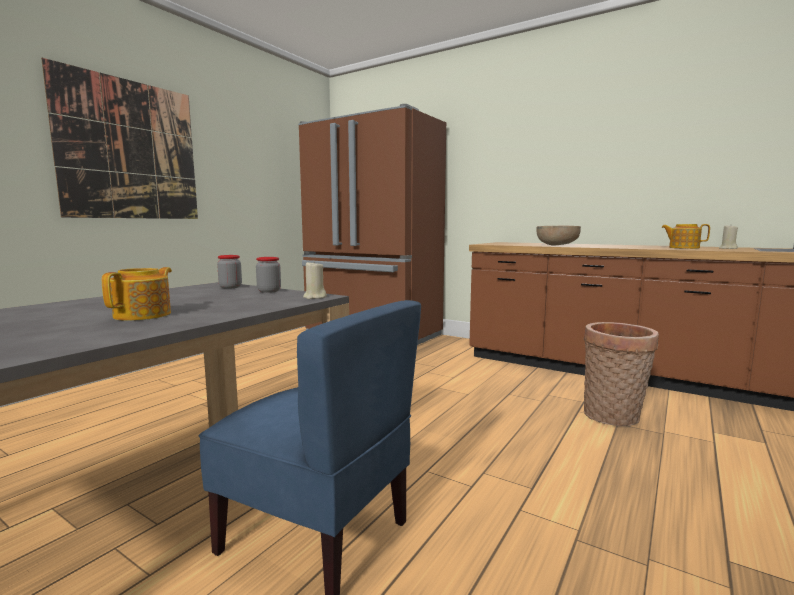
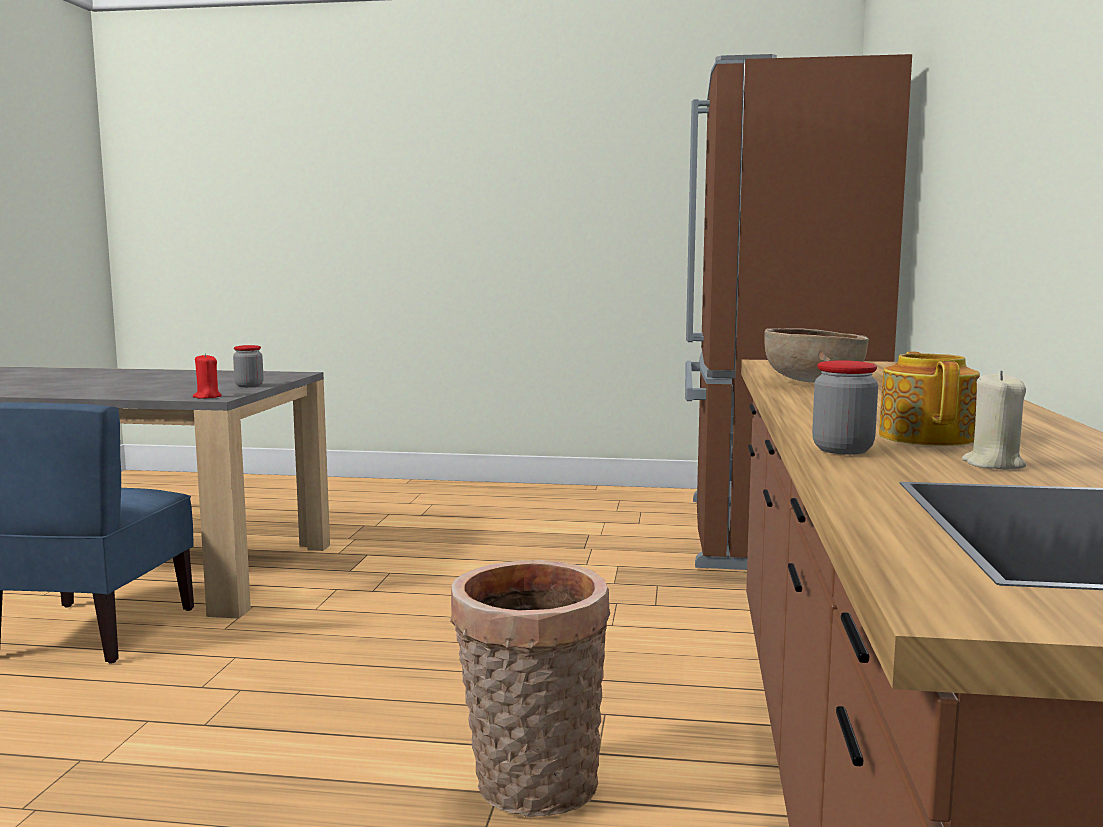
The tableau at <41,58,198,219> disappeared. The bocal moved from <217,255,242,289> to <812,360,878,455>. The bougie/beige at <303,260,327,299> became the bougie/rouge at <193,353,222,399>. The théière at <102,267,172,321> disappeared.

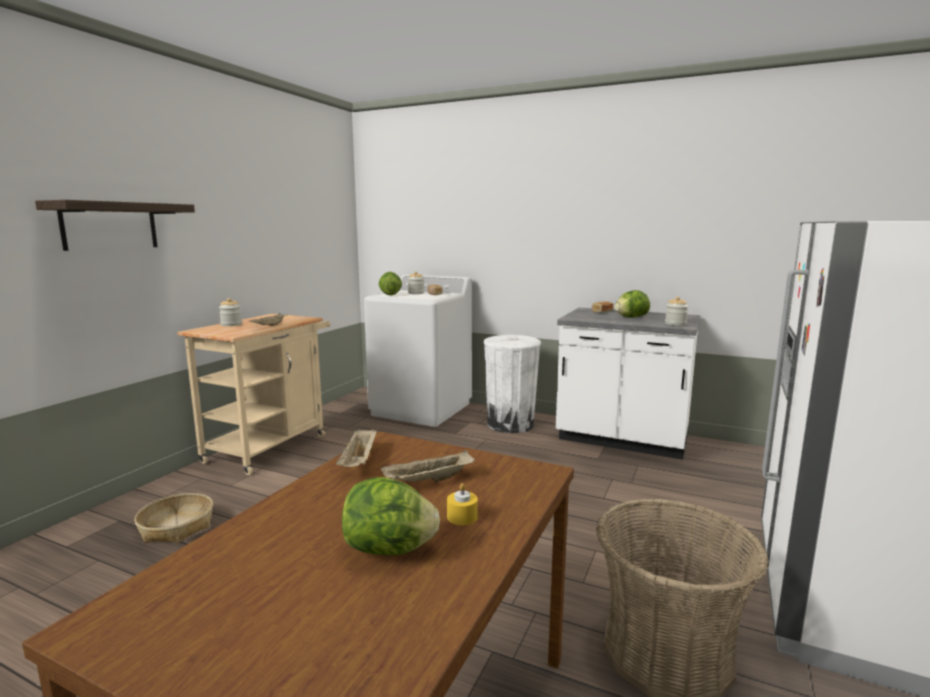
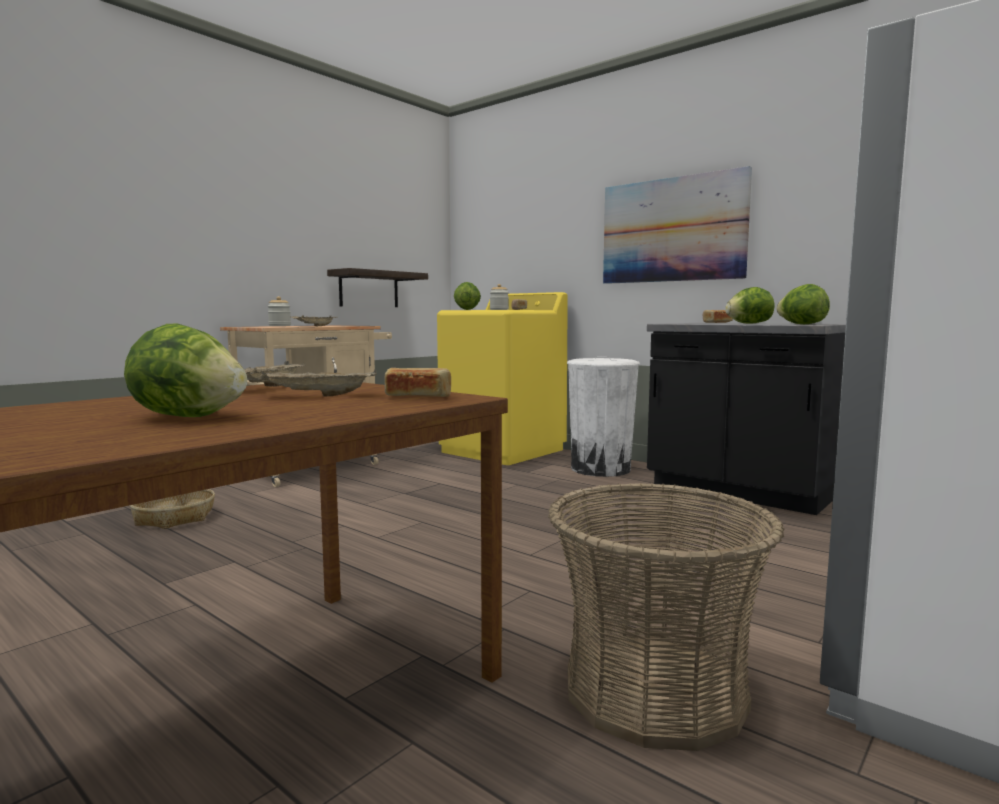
The étagère moved from <35,200,195,251> to <327,268,428,307>. The lave-linge/blanc at <364,274,472,427> became the lave-linge/jaune at <437,292,568,465>. The bocal at <665,297,688,326> was replaced by the laitue at <776,284,830,324>. The comptoir de cuisine/blanc at <556,308,701,460> became the comptoir de cuisine/noir at <647,323,846,515>. The bougie/jaune at <447,483,478,525> disappeared. The tableau at <603,166,752,284> appeared. The pain at <384,368,451,397> appeared.

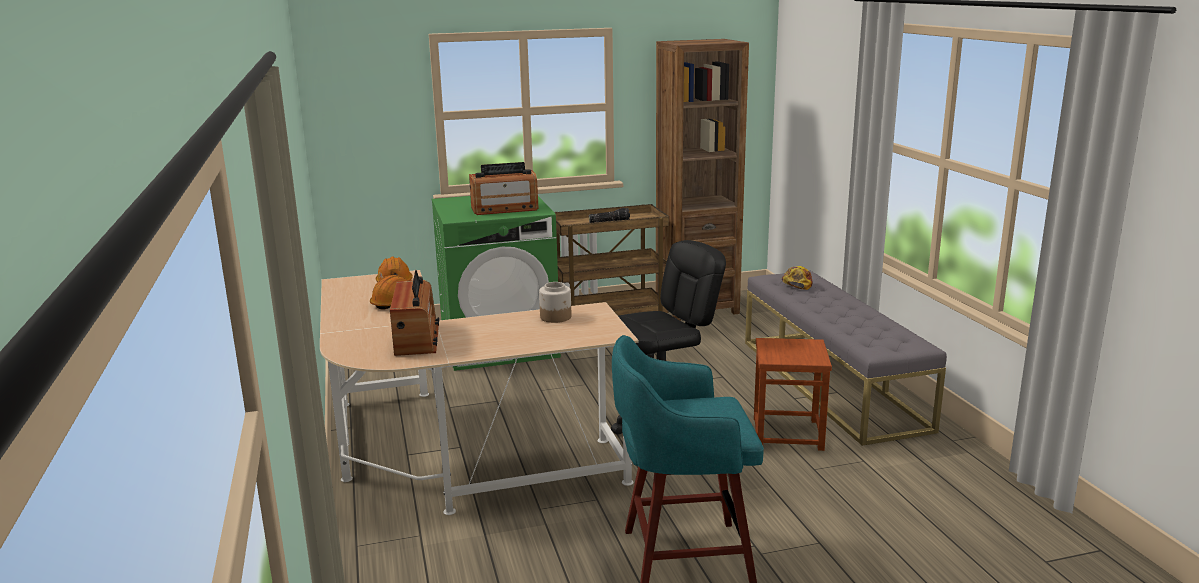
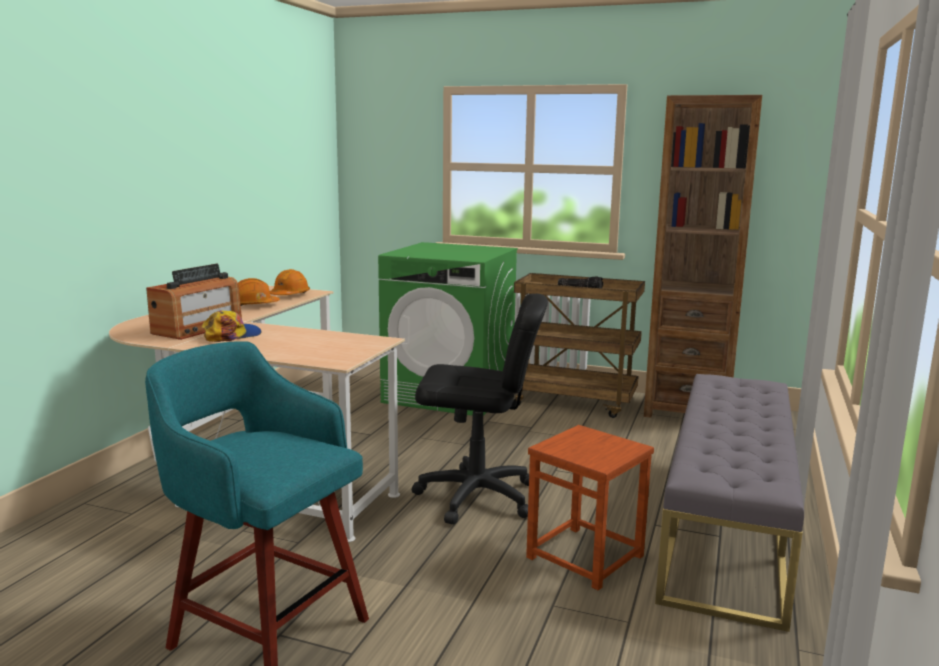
The radio at <469,162,539,215> disappeared. The casquette moved from <782,266,813,290> to <201,310,261,342>. The bocal at <539,282,571,323> disappeared.

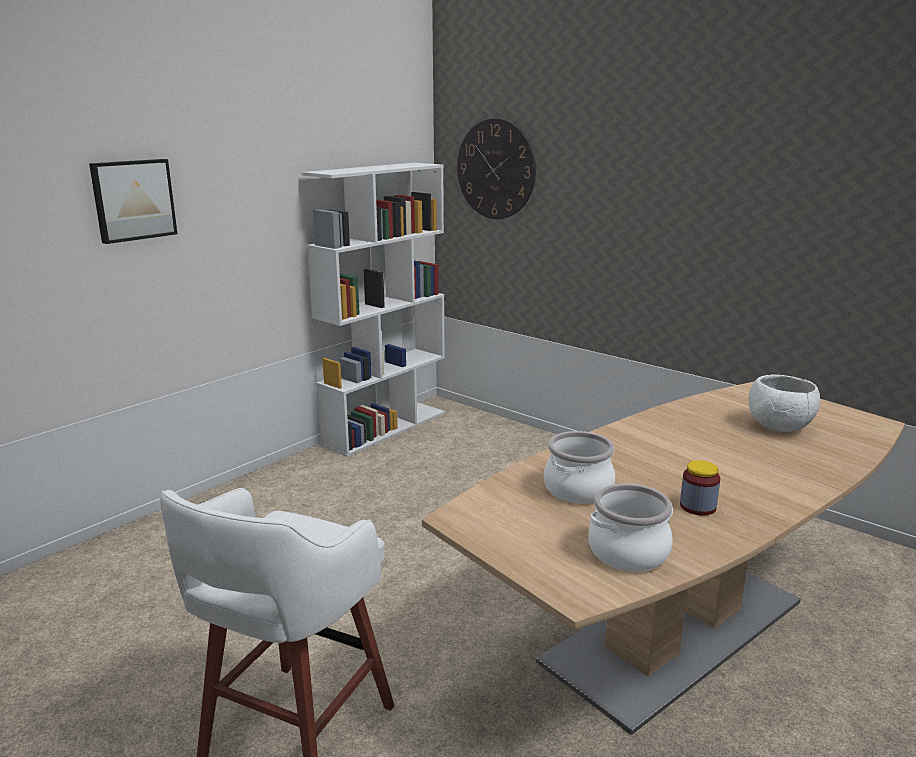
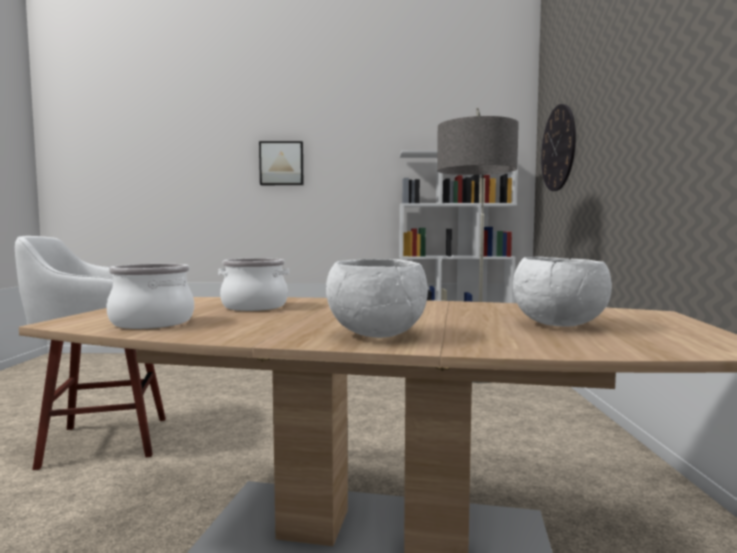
The bocal at <680,460,720,515> disappeared. The lampadaire at <437,108,519,383> appeared. The bol/blanc at <326,259,428,338> appeared.

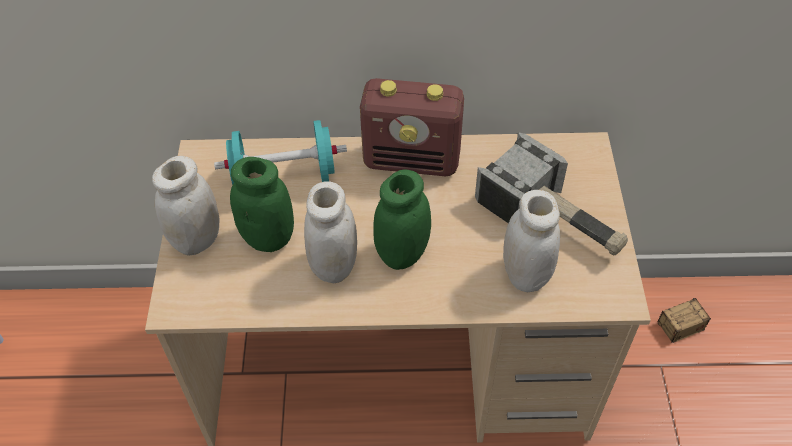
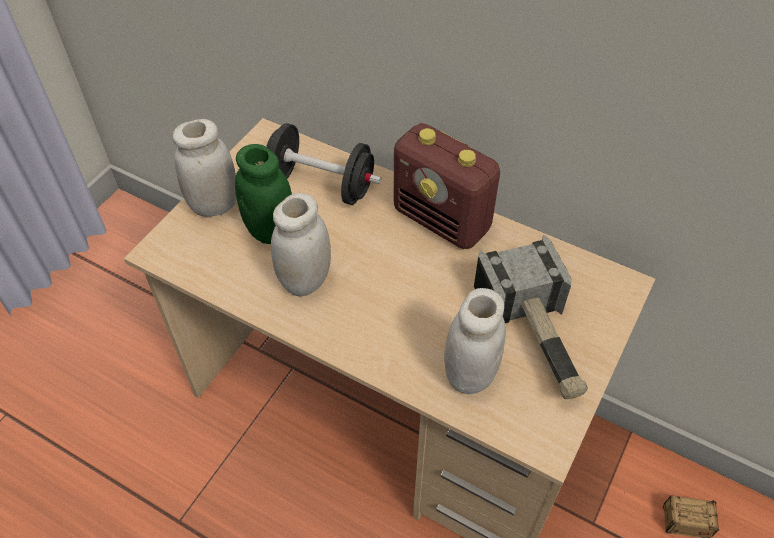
The haltère/turquoise at <214,120,347,185> became the haltère/noir at <263,123,381,205>. The bocal/vert at <373,170,431,270> disappeared.

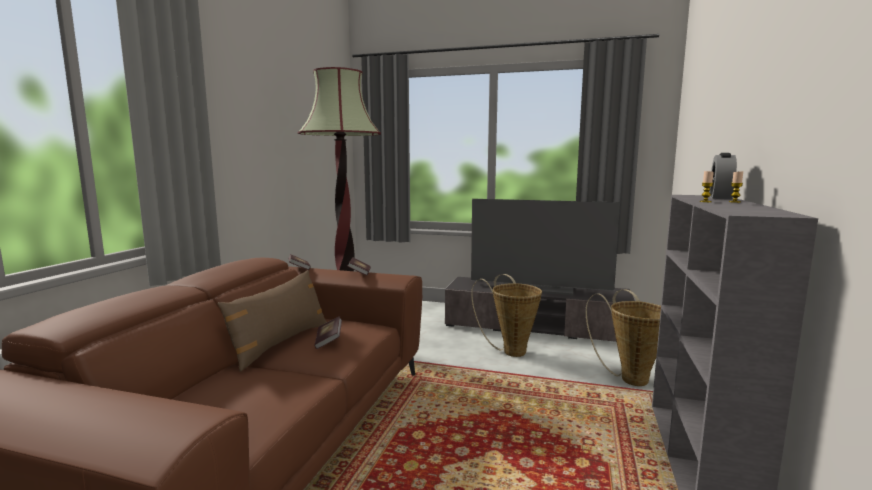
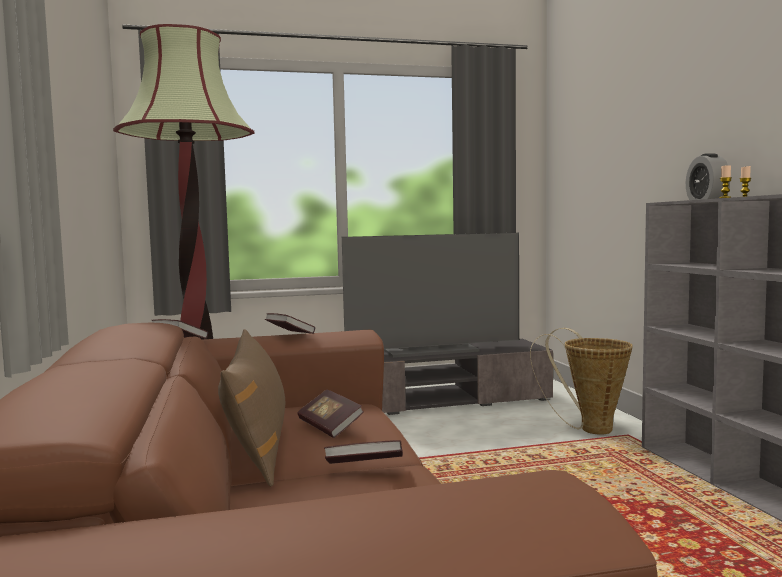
The panier at <471,274,542,357> disappeared. The livre at <324,440,403,464> appeared.

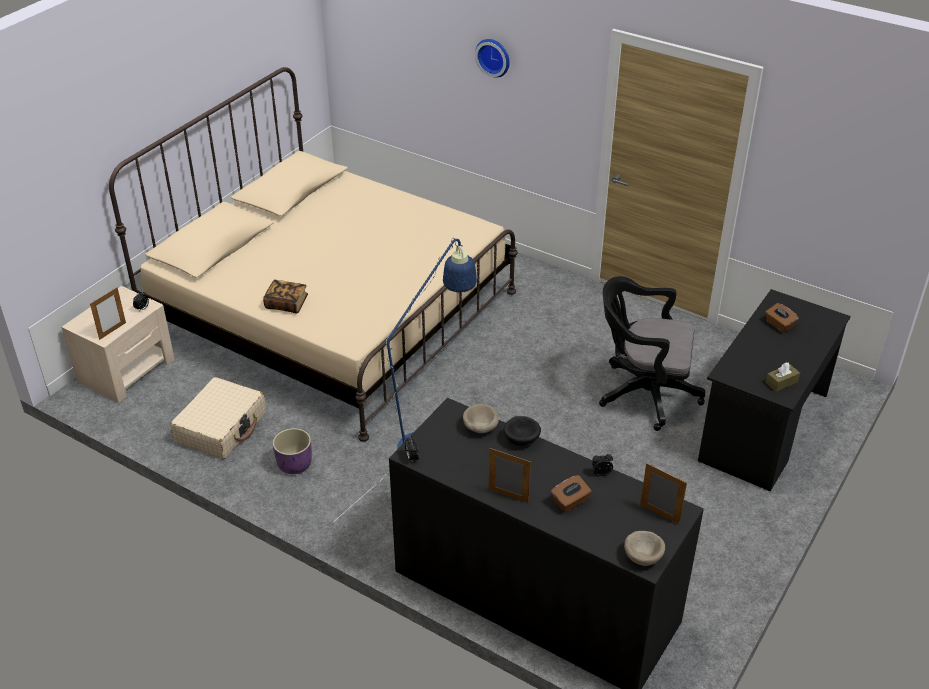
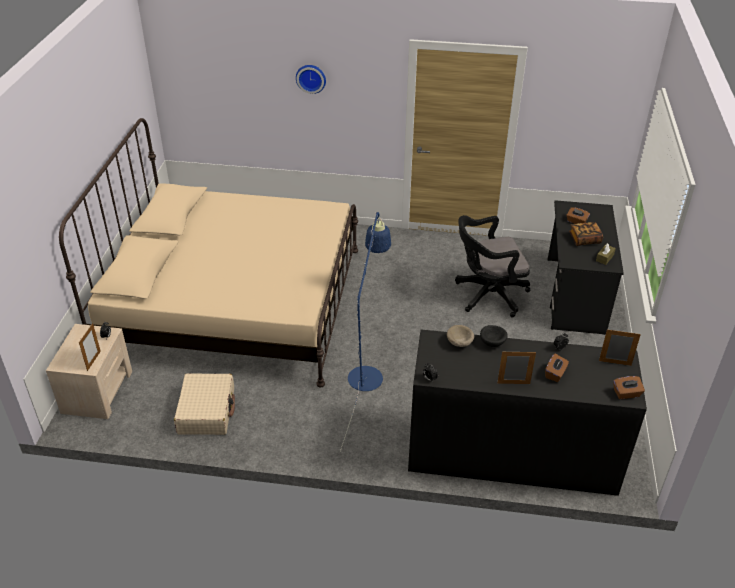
The livre moved from <263,279,308,314> to <569,222,603,246>. The cache-pot/violet at <273,428,312,474> disappeared. The bol/beige at <624,531,665,566> was replaced by the boîte à mouchoirs/marron at <613,376,645,399>.

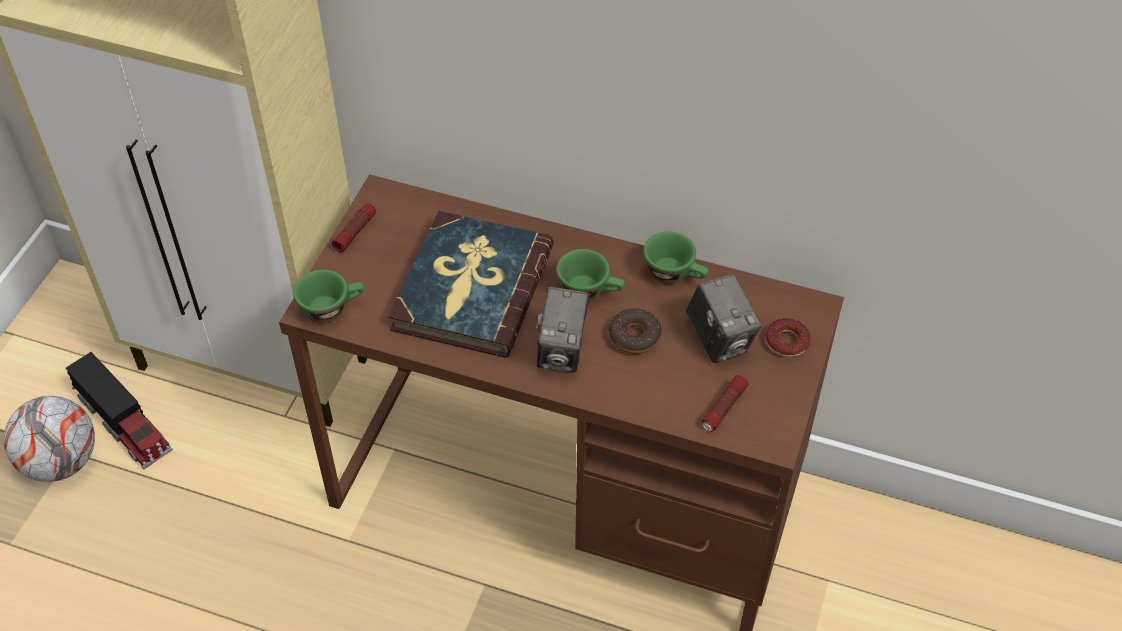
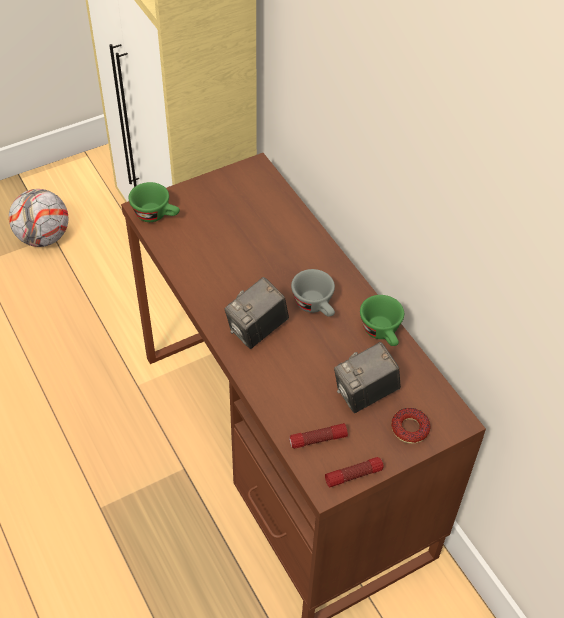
The lampe de poche moved from <332,204,376,252> to <325,457,384,487>. The livre at <388,211,554,358> disappeared. The tasse/vert at <556,249,625,302> became the tasse/gris at <291,269,335,317>. The appareil photo at <686,274,762,363> turned 45 degrees clockwise. The beignet at <609,308,662,354> disappeared. The camion jouet at <66,352,173,469> disappeared.

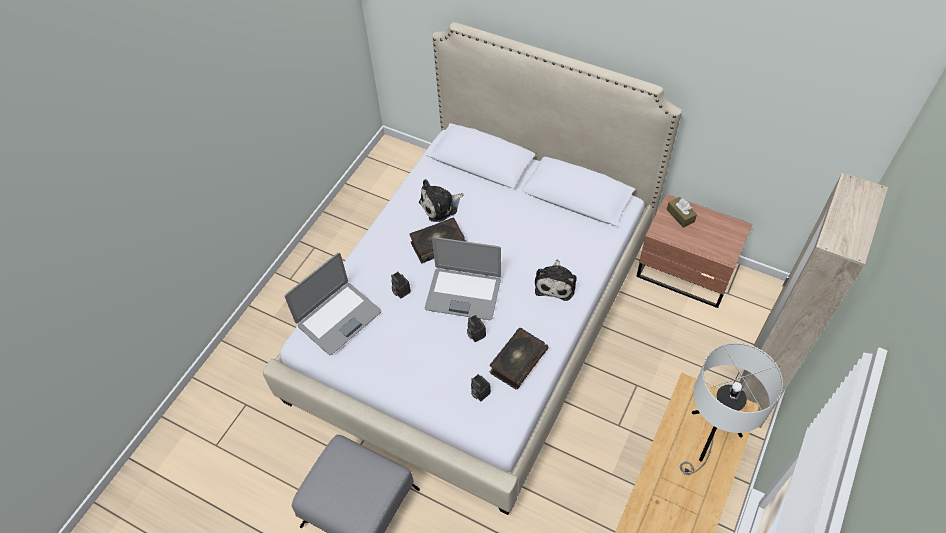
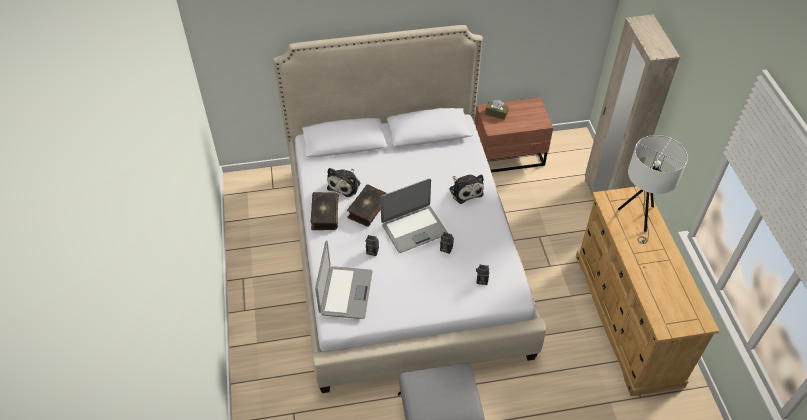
The livre moved from <489,328,548,389> to <311,192,339,230>.

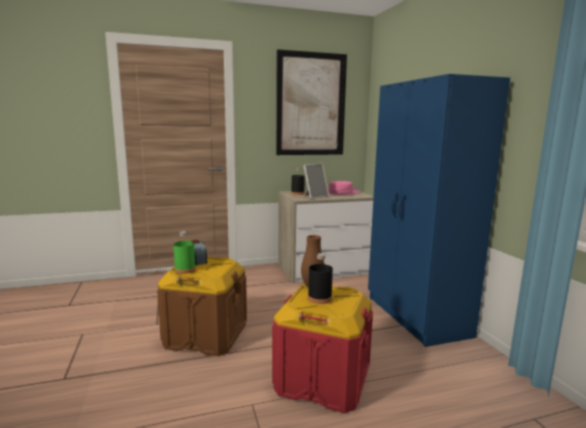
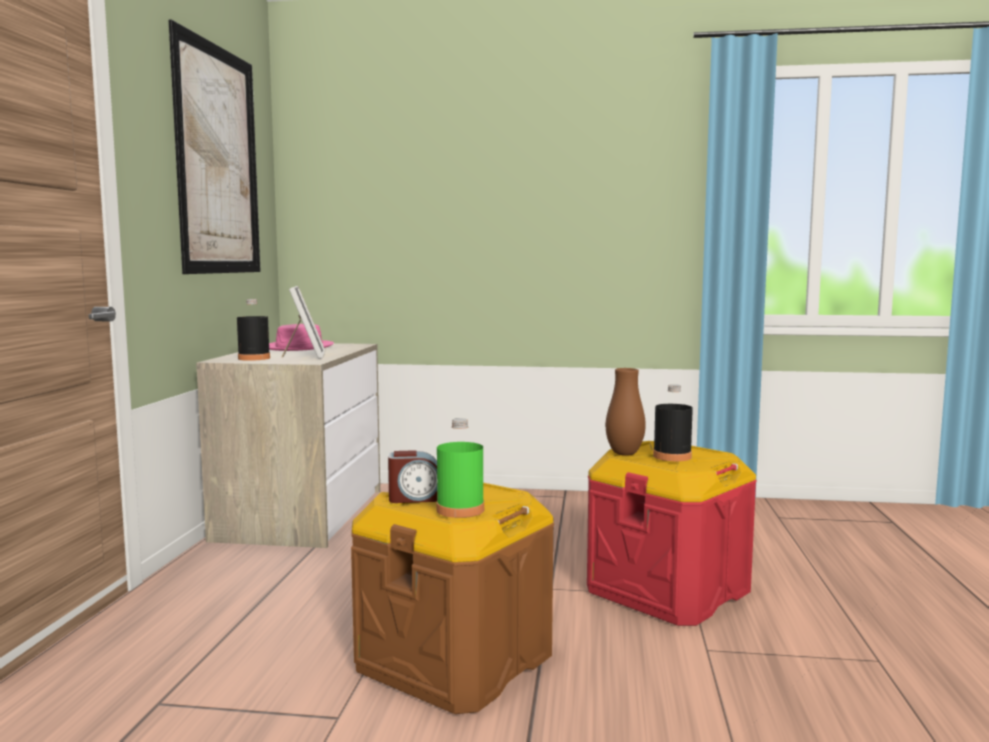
The armoire/bleu at <368,74,510,347> disappeared.

